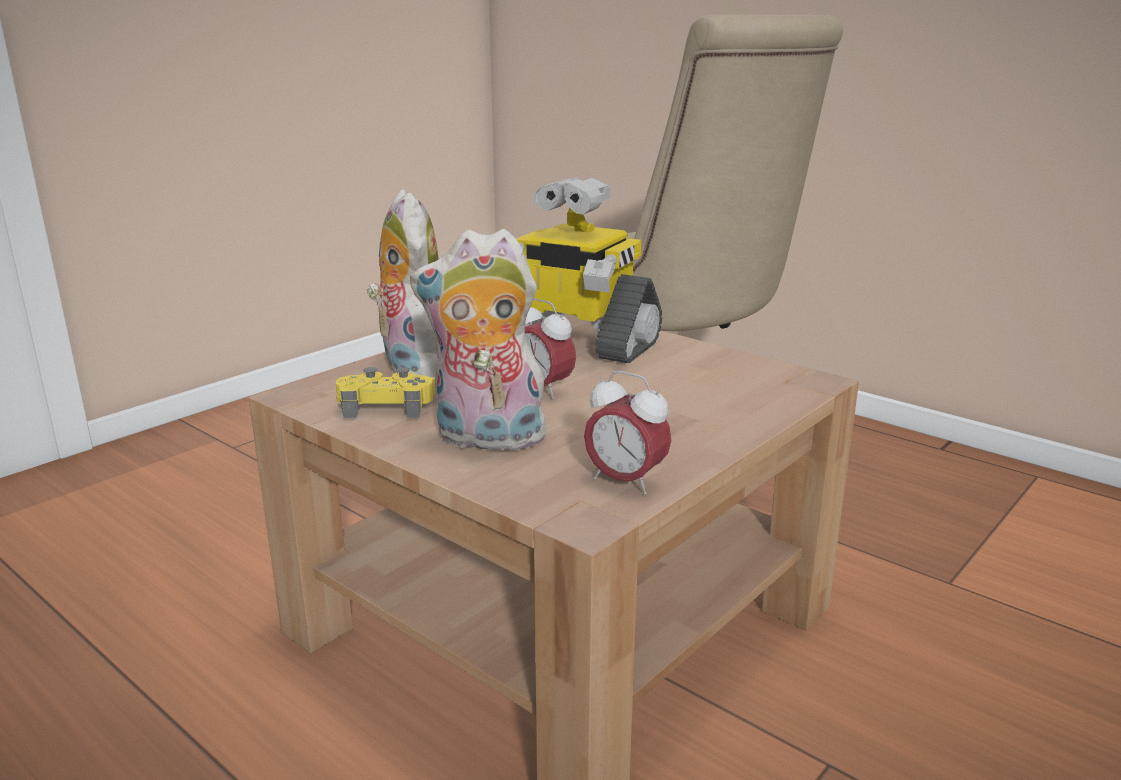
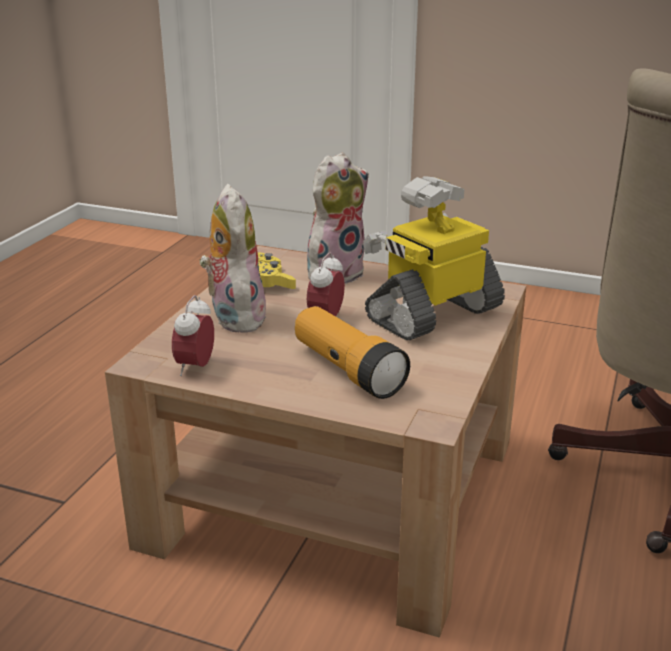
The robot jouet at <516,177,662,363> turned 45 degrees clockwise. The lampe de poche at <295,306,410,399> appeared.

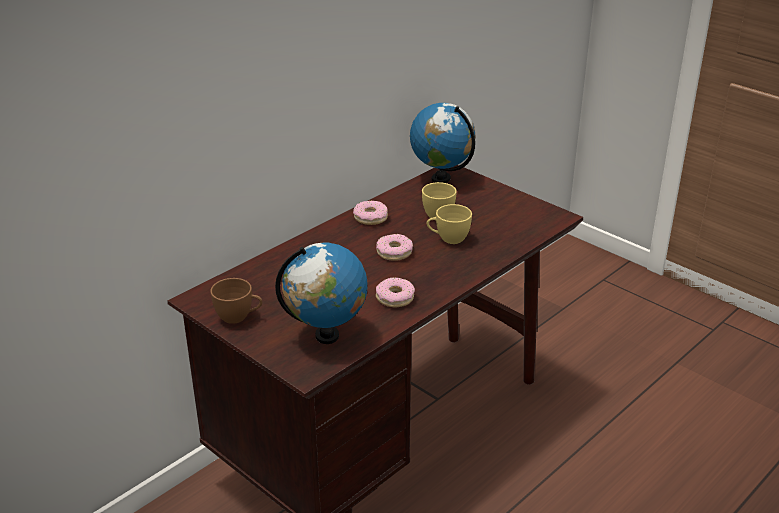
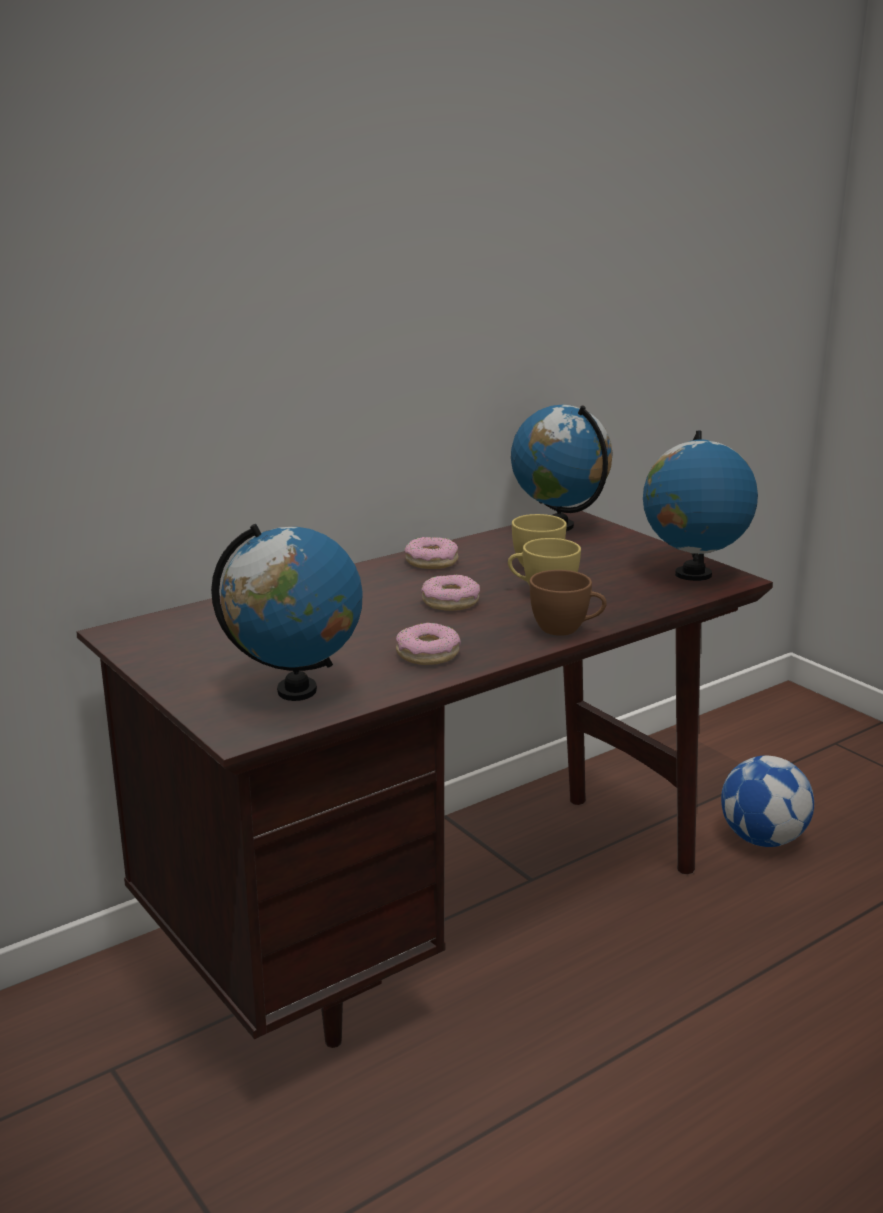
The tasse/marron moved from <210,278,262,324> to <530,570,607,636>. The globe at <643,431,758,581> appeared. The ballon de foot at <721,755,814,847> appeared.

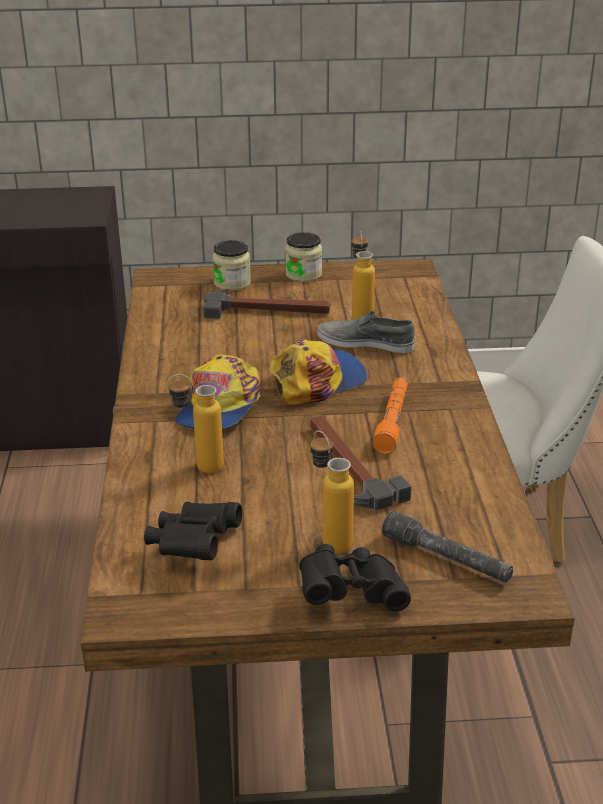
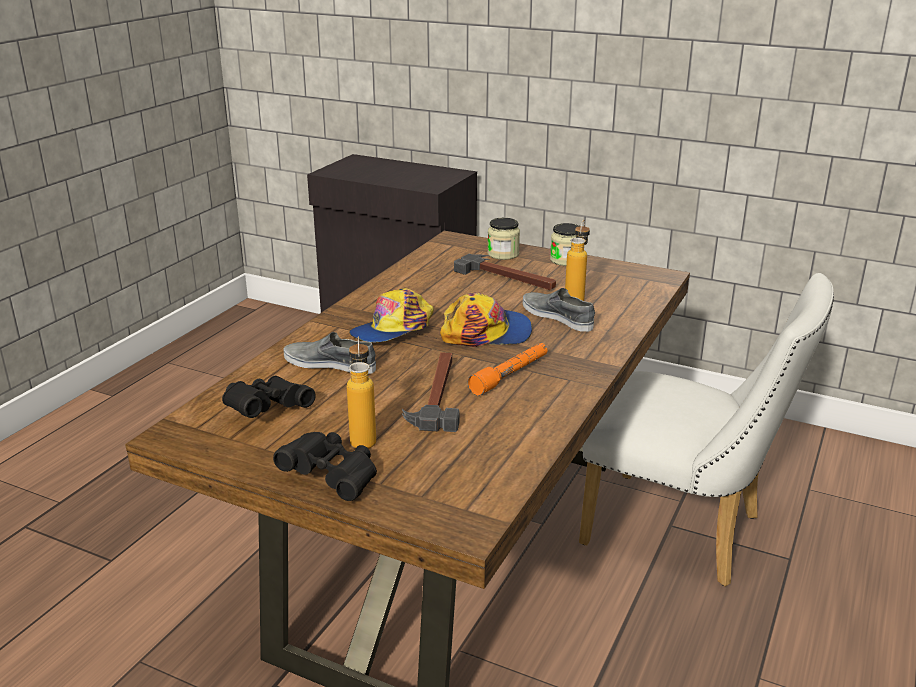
The bouteille at <167,374,224,473> was replaced by the chaussure/gris at <283,332,376,374>. The lampe de poche/gris at <382,510,513,583> disappeared.

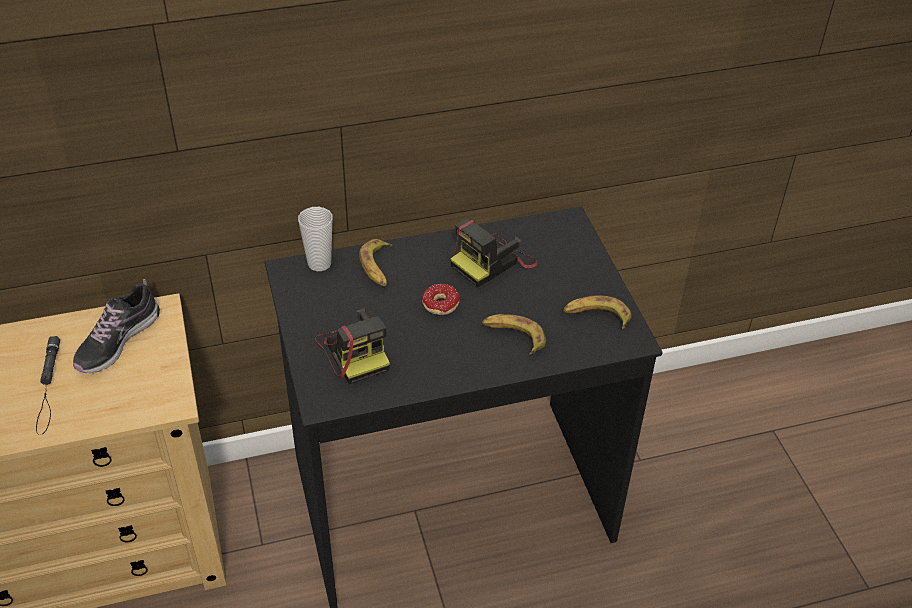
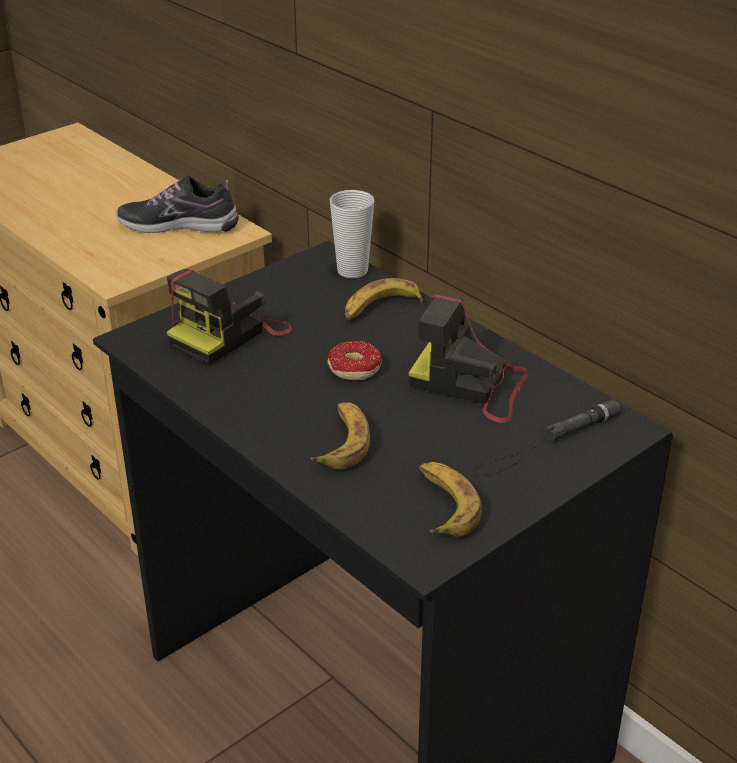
The lampe de poche/noir moved from <36,336,60,435> to <474,399,621,476>.

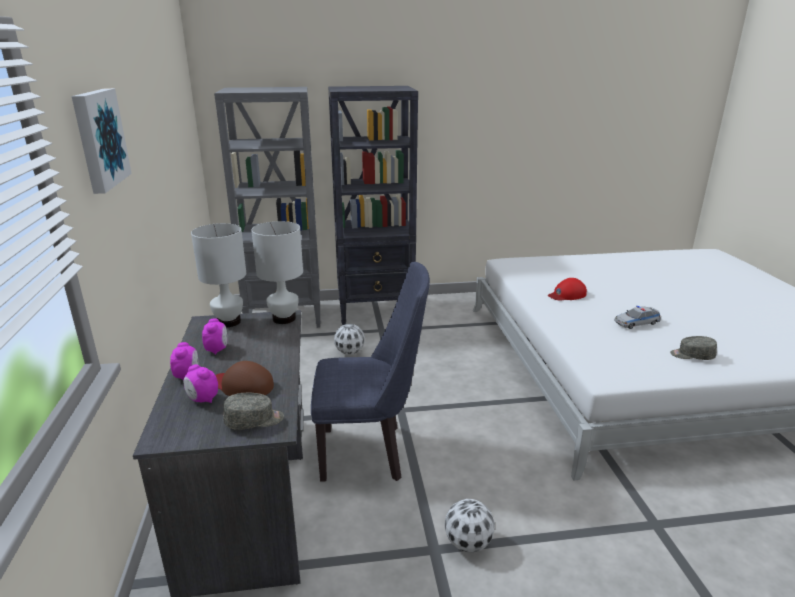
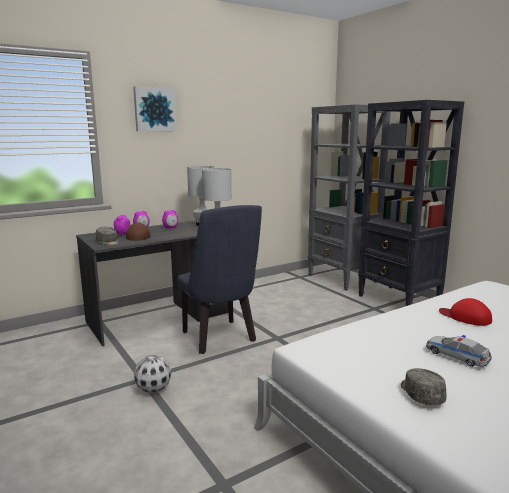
The ballon de foot at <334,324,365,354> disappeared.

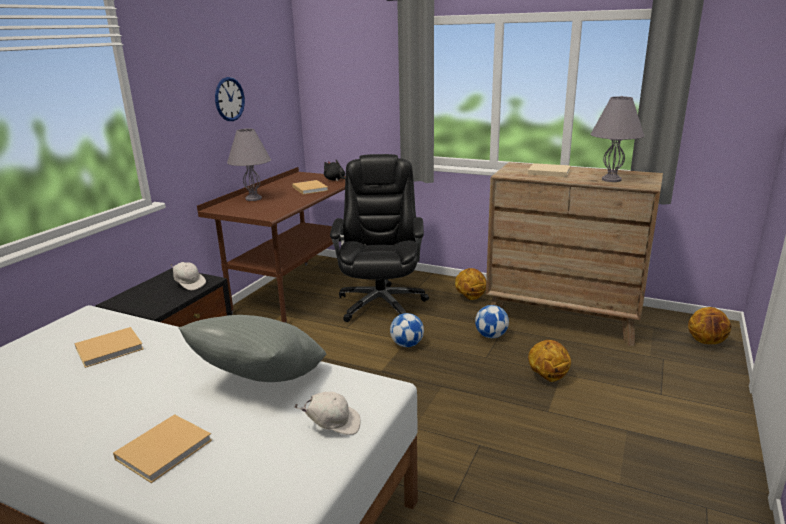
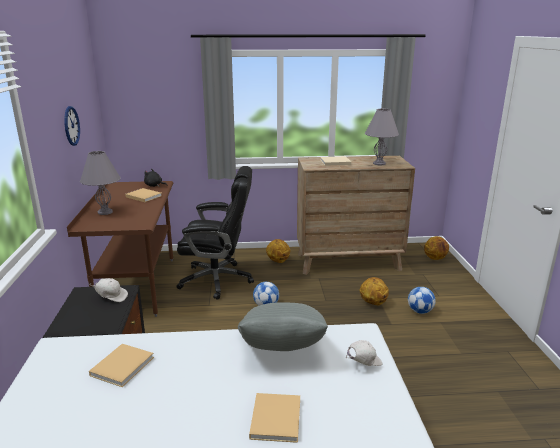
The chaise de bureau/noir at <330,154,429,322> turned 120 degrees clockwise. The ballon de foot moved from <475,305,509,338> to <408,287,436,314>.

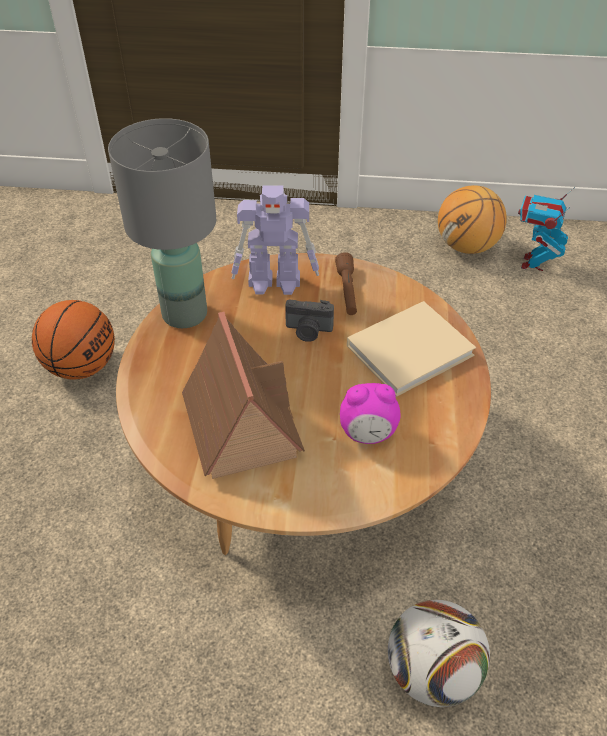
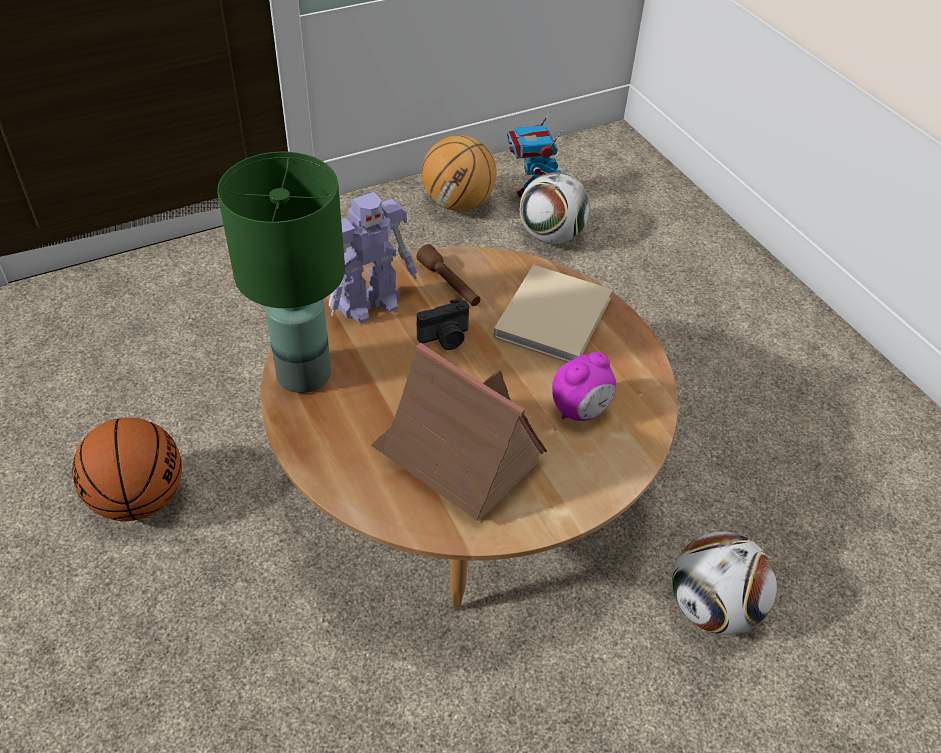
The lampe de table/gris at <108,118,216,328> became the lampe de table/vert at <217,152,345,393>. The ballon de foot at <520,172,590,244> appeared.

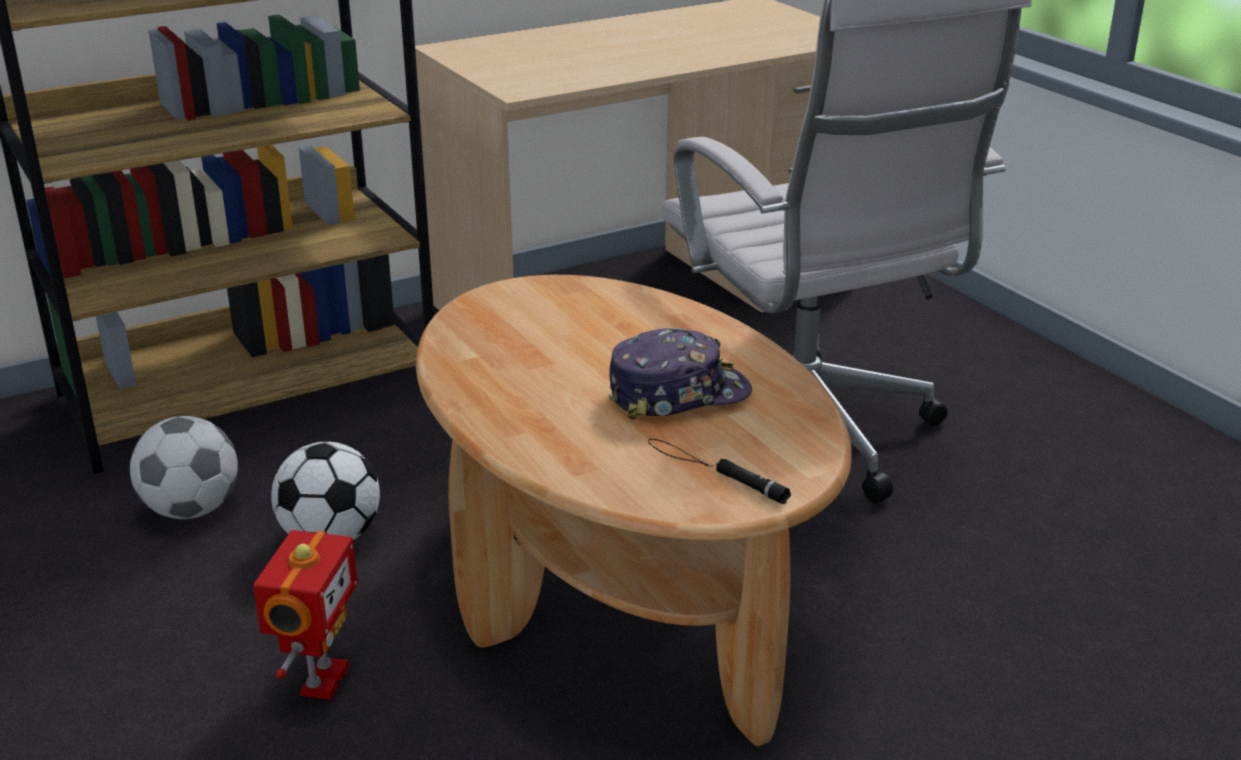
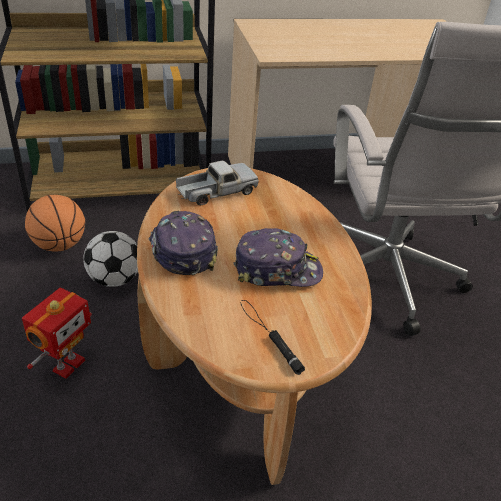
The ballon de foot at <130,416,238,519> was replaced by the ballon de basket at <25,195,85,252>. The camion jouet at <176,161,259,205> appeared. The casquette at <148,211,218,275> appeared.

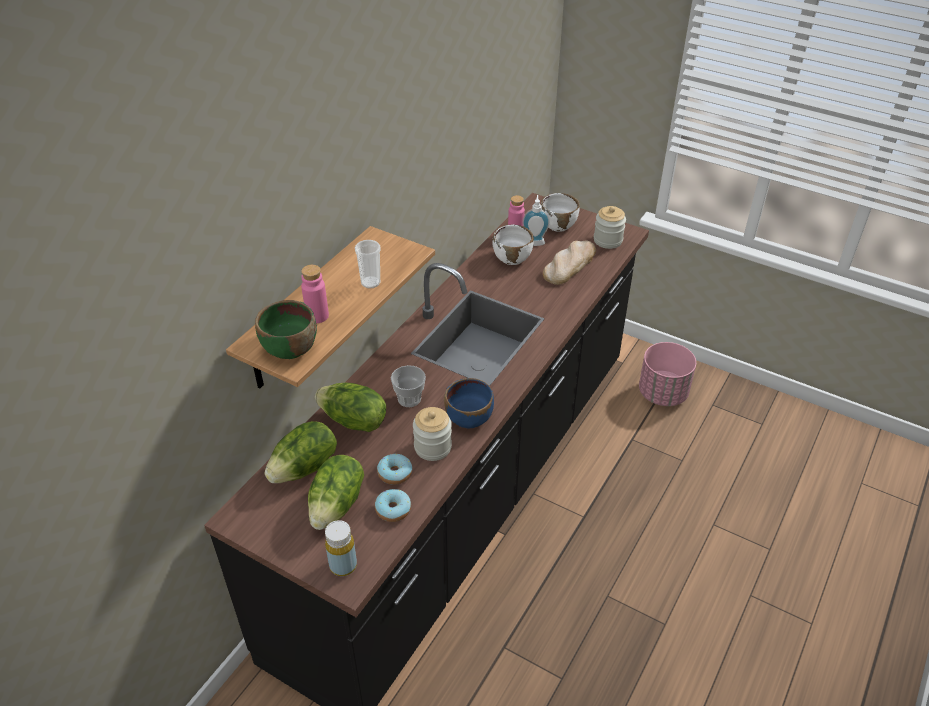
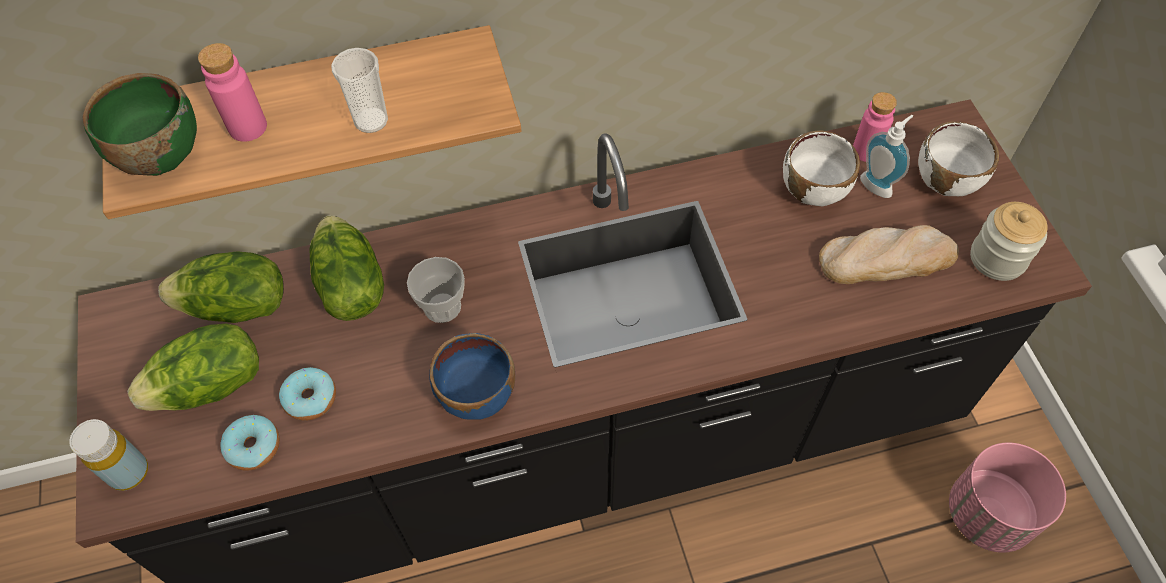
The bocal at <413,407,452,461> disappeared.

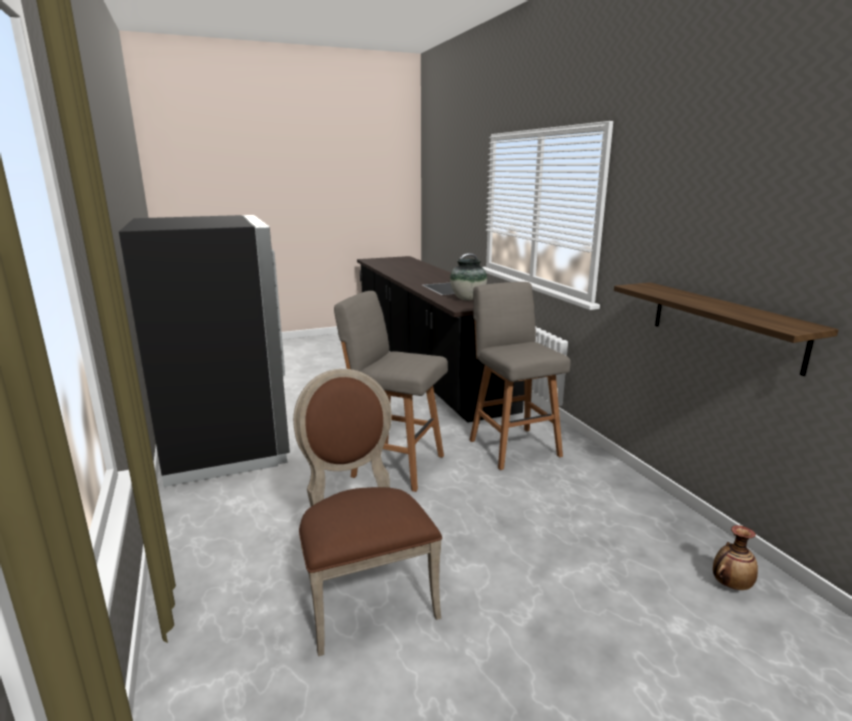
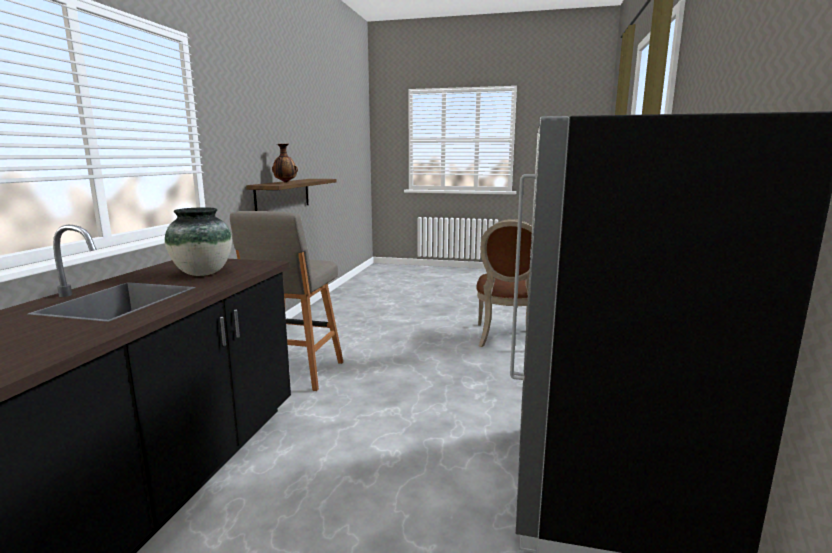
The tabouret/gris at <334,291,448,492> disappeared. The vase moved from <713,525,758,590> to <272,144,298,182>.

